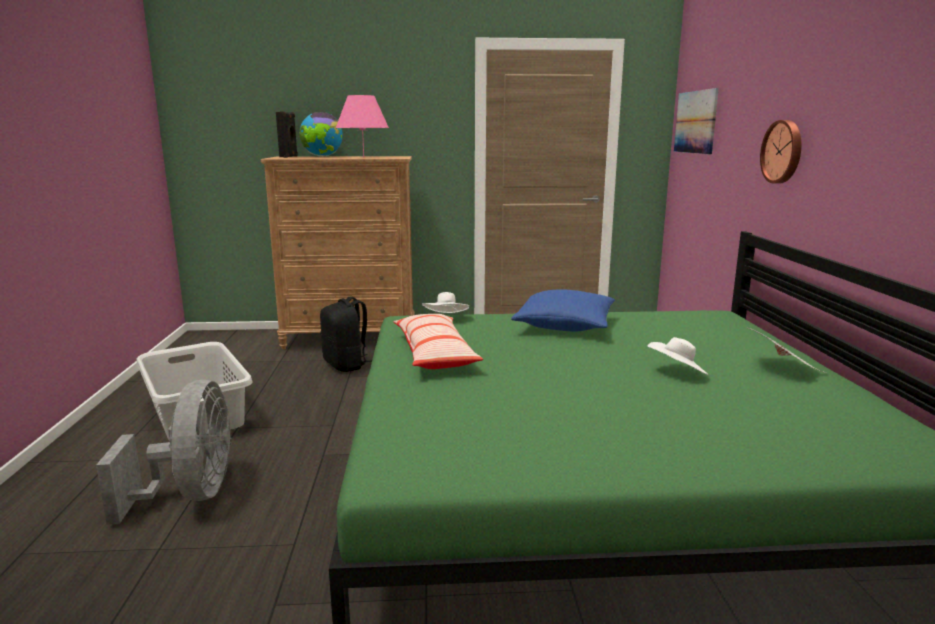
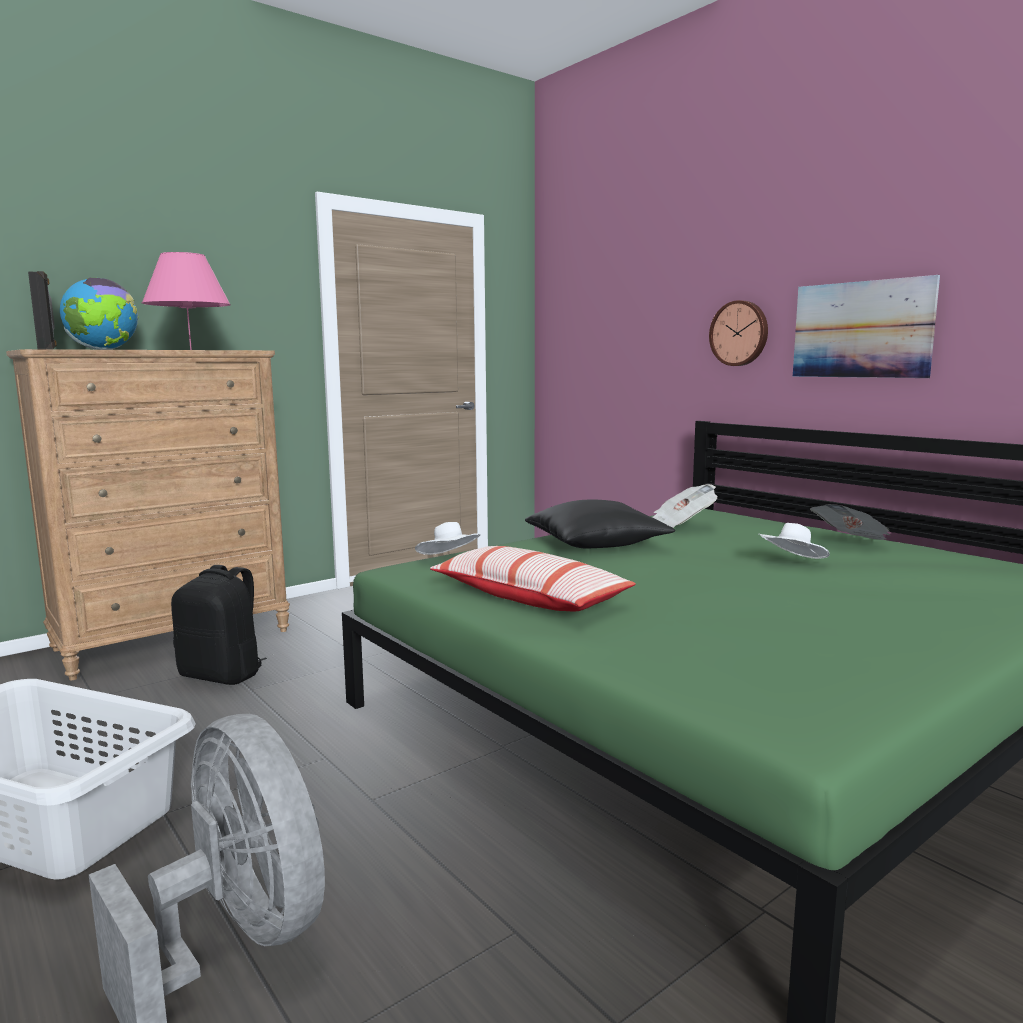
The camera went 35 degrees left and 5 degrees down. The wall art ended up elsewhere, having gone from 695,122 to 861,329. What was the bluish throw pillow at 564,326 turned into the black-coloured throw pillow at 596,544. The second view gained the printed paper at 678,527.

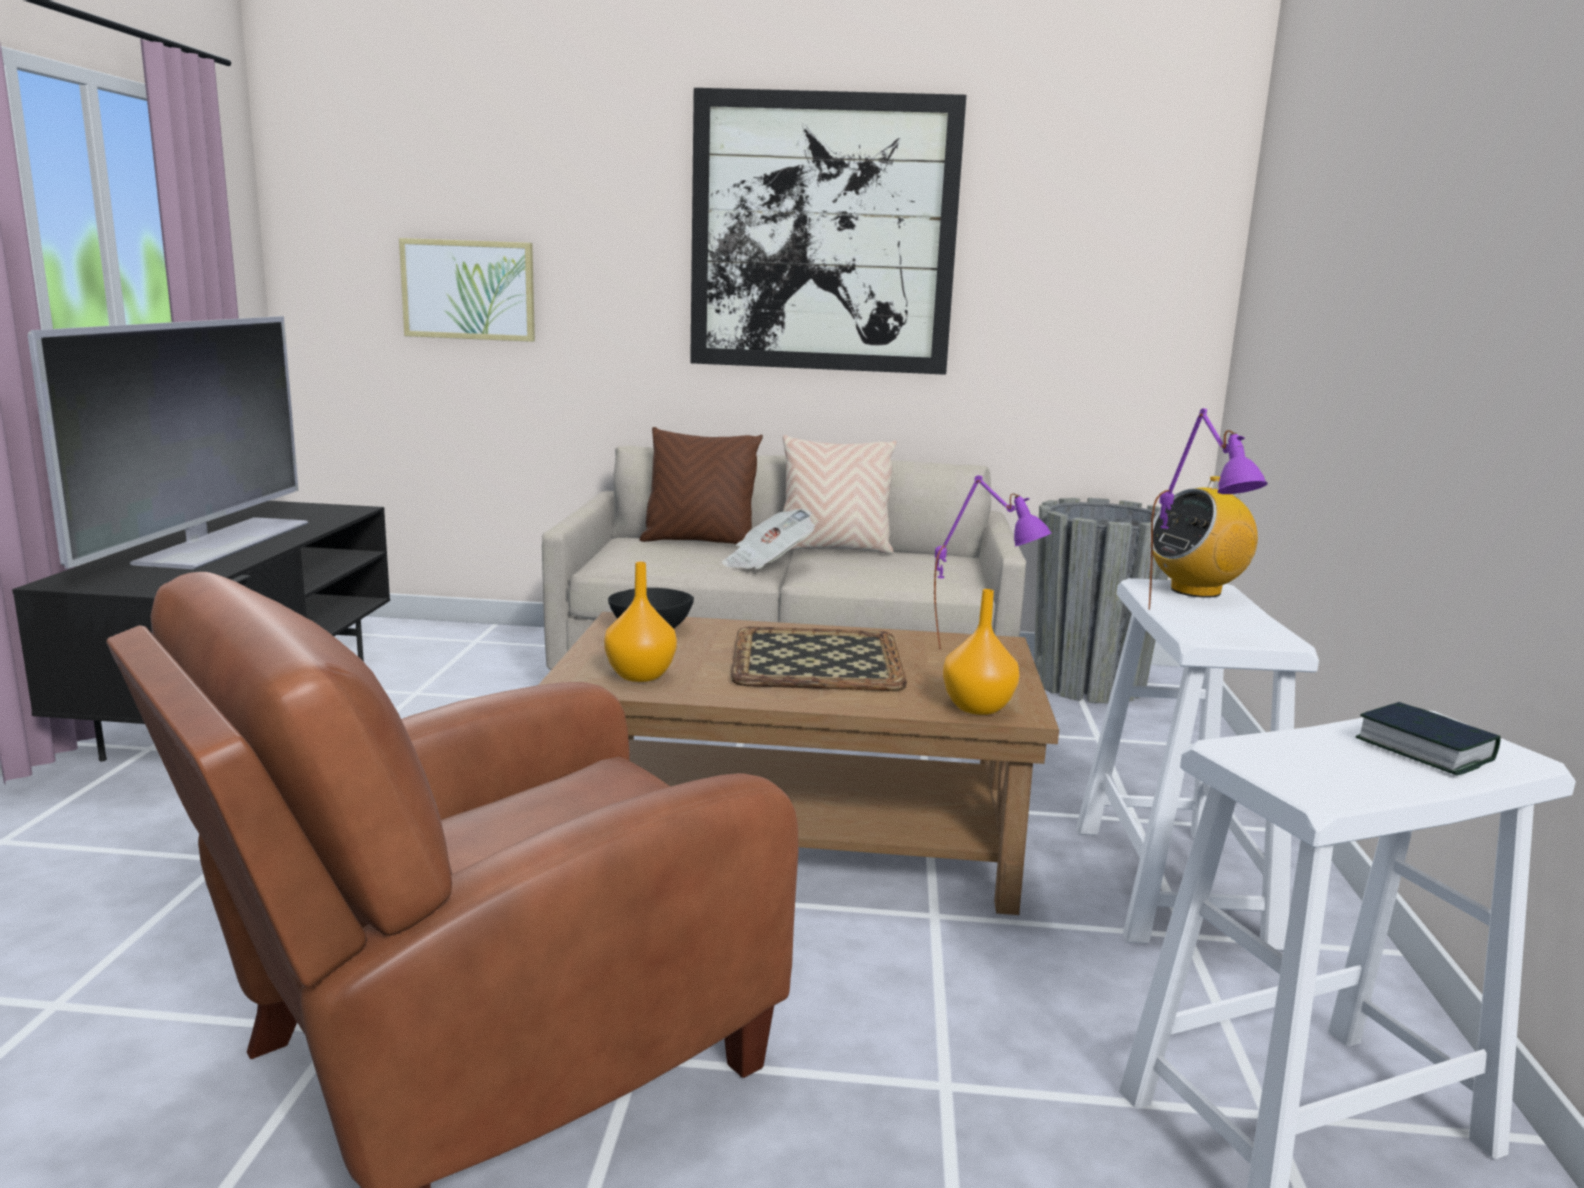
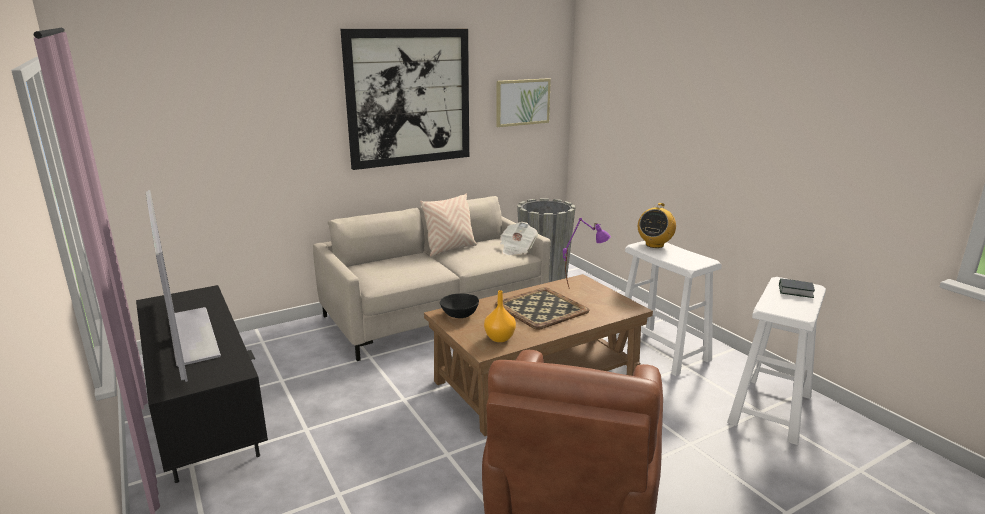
The camera went 35 degrees left and 5 degrees up. The wall art ended up elsewhere, having gone from 468,290 to 522,102. The second view lost the purple table lamp at 1190,622. The second view lost the brown-coloured throw pillow at 699,542. The printed paper ended up elsewhere, having gone from 767,563 to 517,249. The second view lost the orange vase at 976,708.

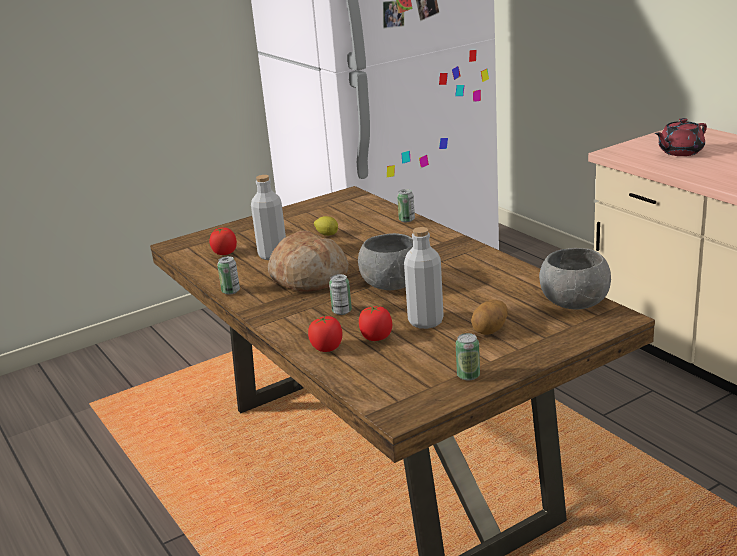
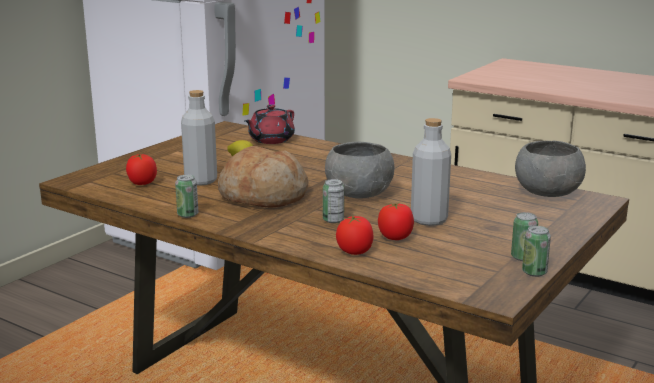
The camera went 25 degrees left and 5 degrees down. The red-coloured teapot ended up elsewhere, having gone from 679,152 to 270,140. The can ended up elsewhere, having gone from 406,220 to 534,272. The second view lost the whole potato at 490,330.

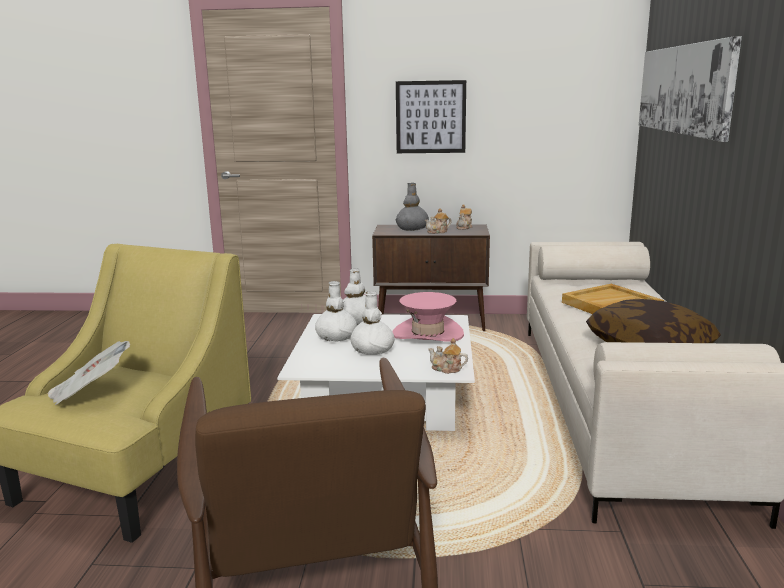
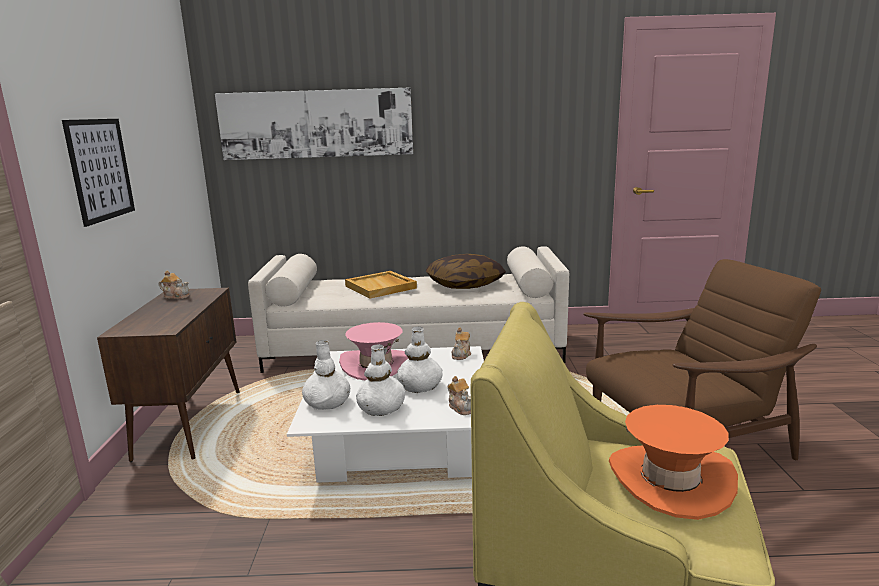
The camera went 95 degrees left and 0 degrees up. The second view lost the greyish vase at 412,228. The teapot ended up elsewhere, having gone from 438,232 to 461,407. Where the printed paper stood at 90,392, the orange wearable hat came to stand at 670,480.

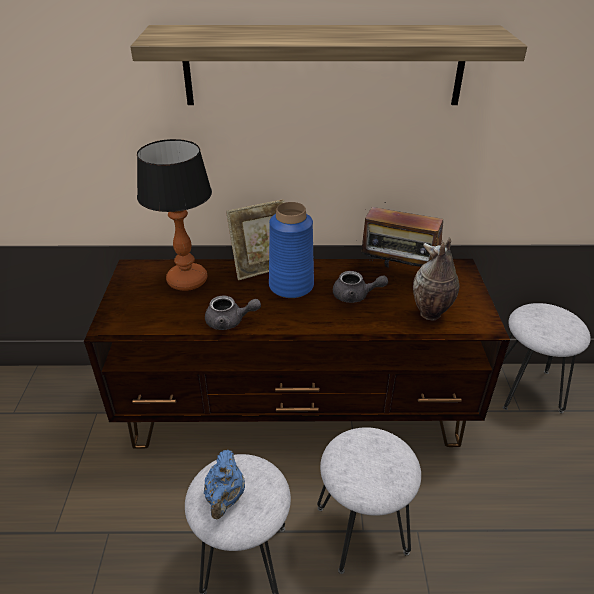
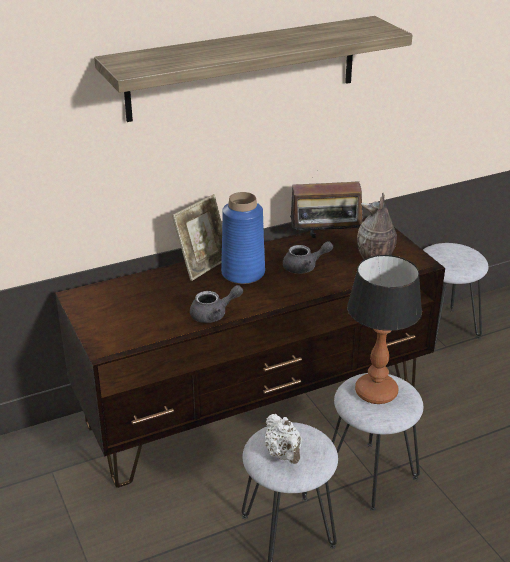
The camera went 25 degrees left and 5 degrees down. The table lamp ended up elsewhere, having gone from 188,280 to 377,392. What was the bluish teapot at 225,497 turned into the white-coloured teapot at 284,455.

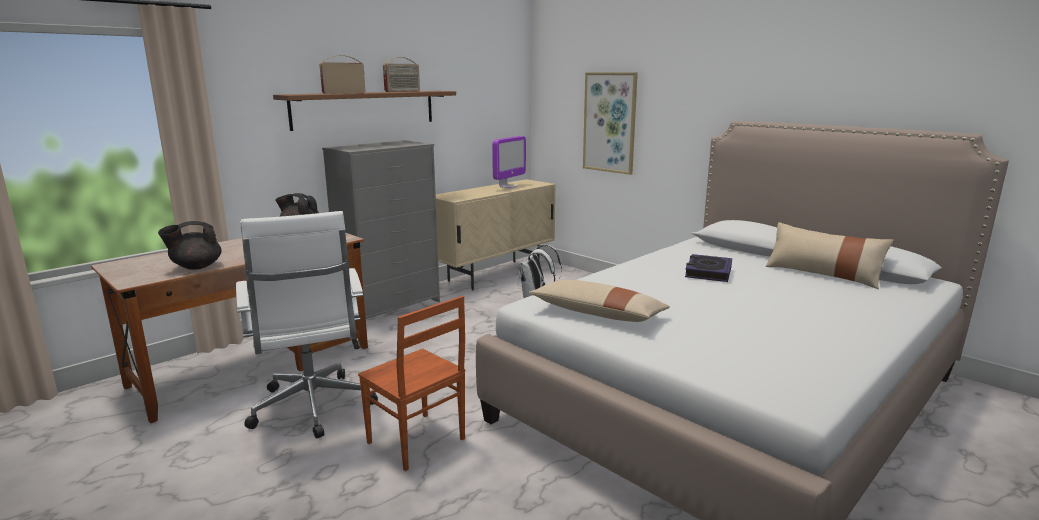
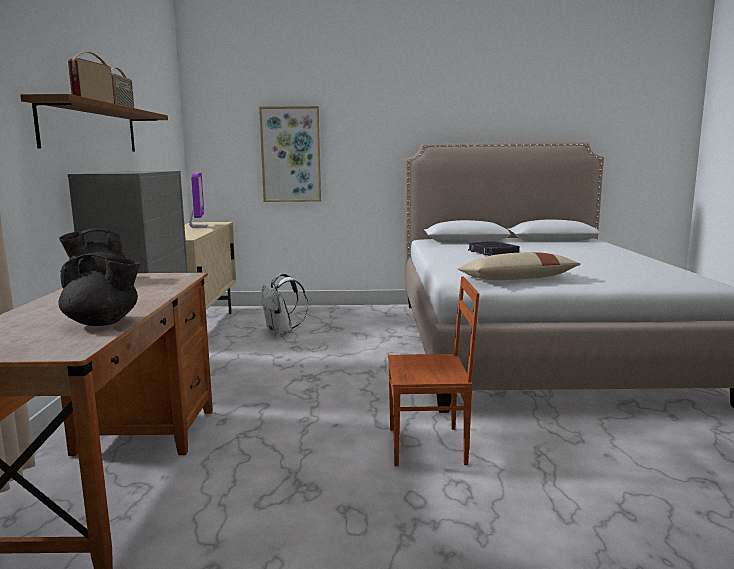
The camera went 45 degrees left and 5 degrees down. The second view lost the white-coloured computer chair at 313,409. The black-coloured teapot at 196,267 ended up facing another way, 90 degrees counterclockwise from before. The second view lost the beige-coloured throw pillow at 822,274.

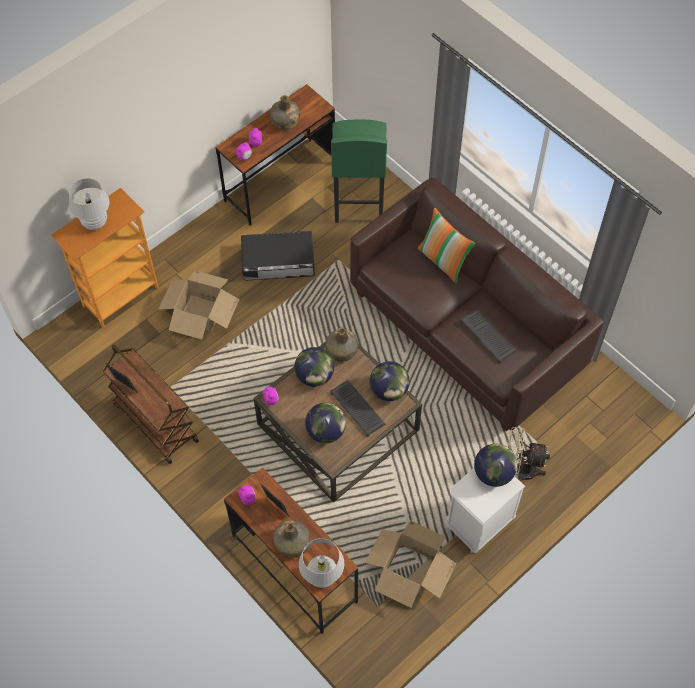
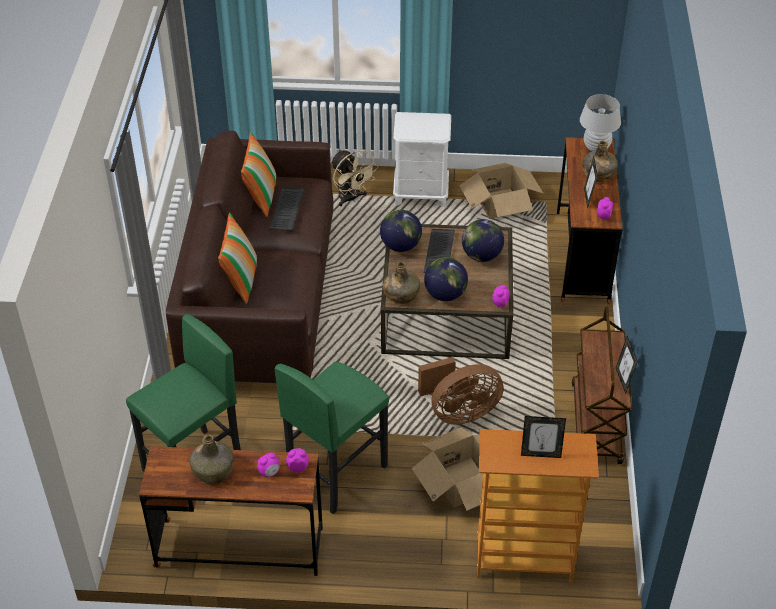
The camera went 135 degrees left and 15 degrees down. Where the white-coloured table lamp stood at 95,223, the picture frame came to stand at 540,454. Where the black-coloured storage box stood at 278,260, the green-coloured sitting stool came to stand at 336,473. The second view lost the world globe at 493,473. The second view gained the throw pillow at 261,196. The second view gained the brown-coloured fan at 459,412.

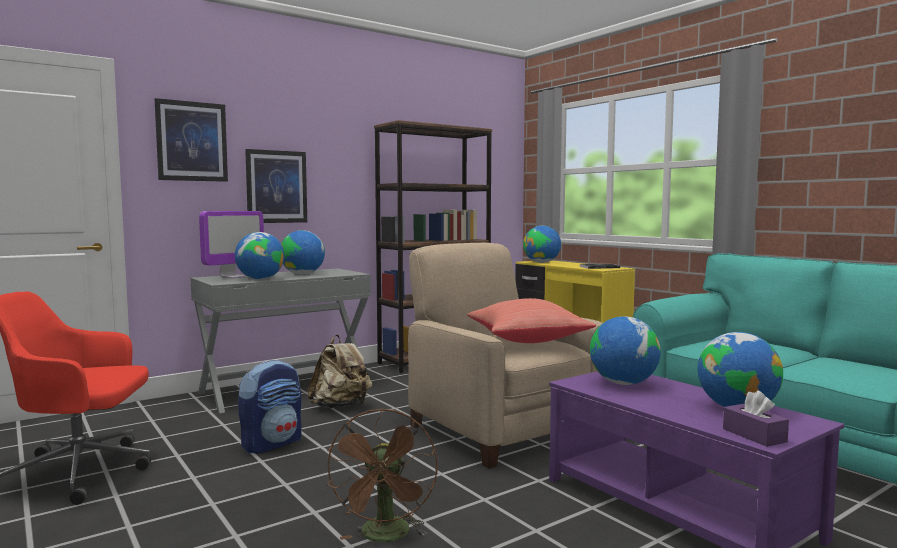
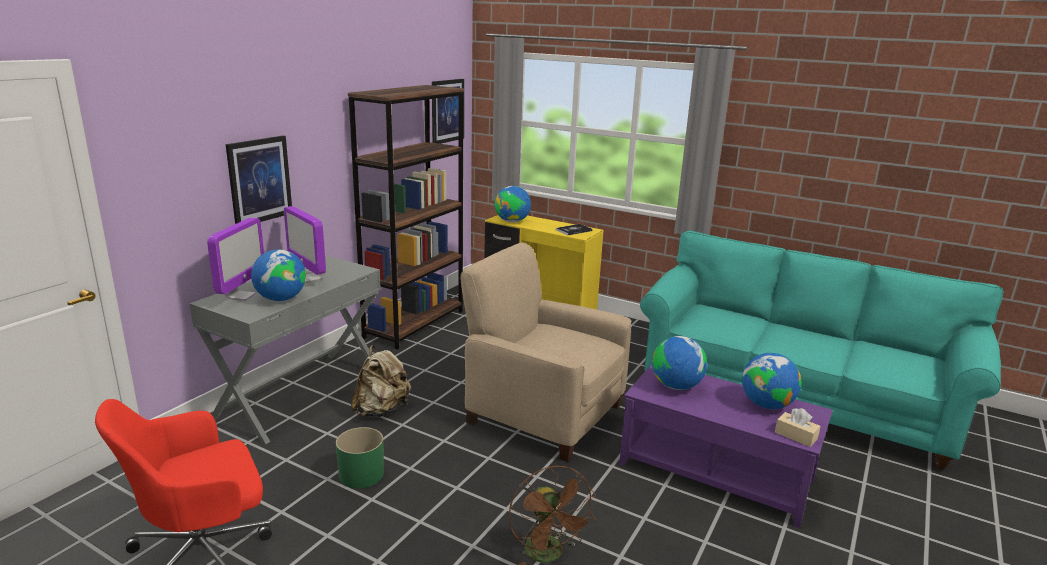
The camera went 25 degrees left and 15 degrees up. The wall art ended up elsewhere, having gone from 192,141 to 447,111. Where the world globe stood at 303,274, the monitor came to stand at 309,278. The second view lost the red-coloured throw pillow at 526,340. Where the rucksack stood at 272,443, the green-coloured flower pot came to stand at 361,474. What was the purple tissue box at 754,435 turned into the beige-coloured tissue box at 795,436.

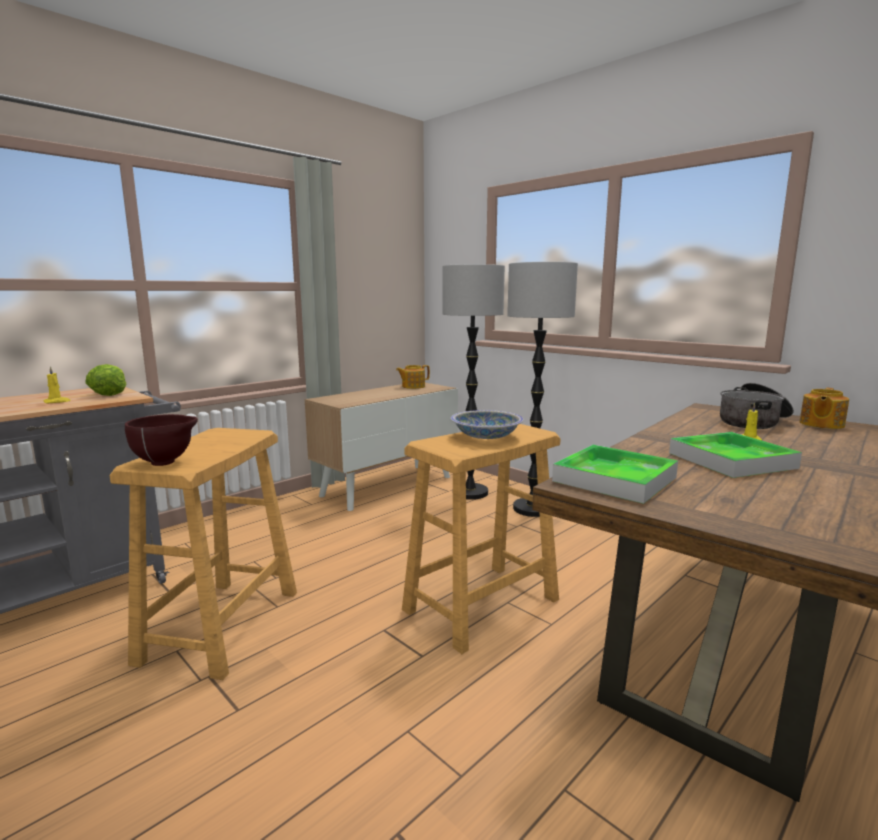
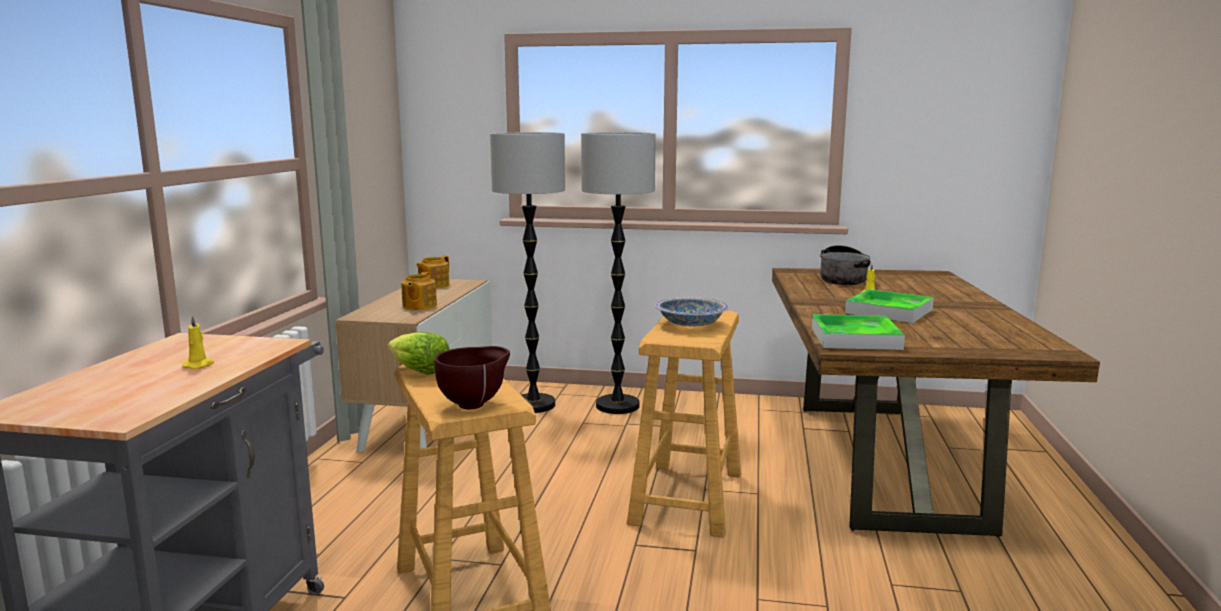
The camera went 35 degrees left and 0 degrees up. The lettuce ended up elsewhere, having gone from 109,393 to 418,371. The teapot ended up elsewhere, having gone from 820,424 to 419,306.

